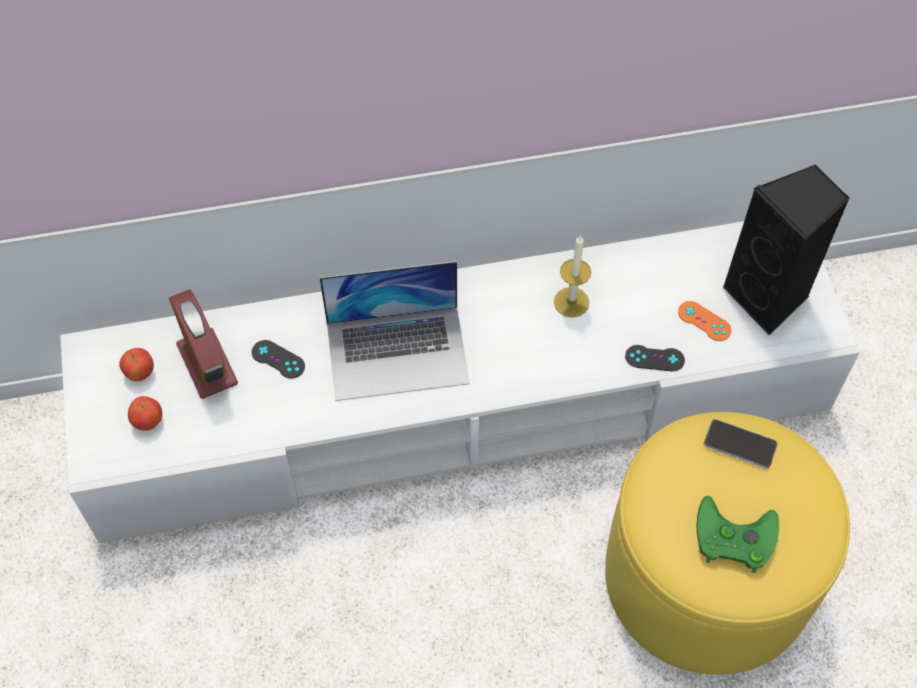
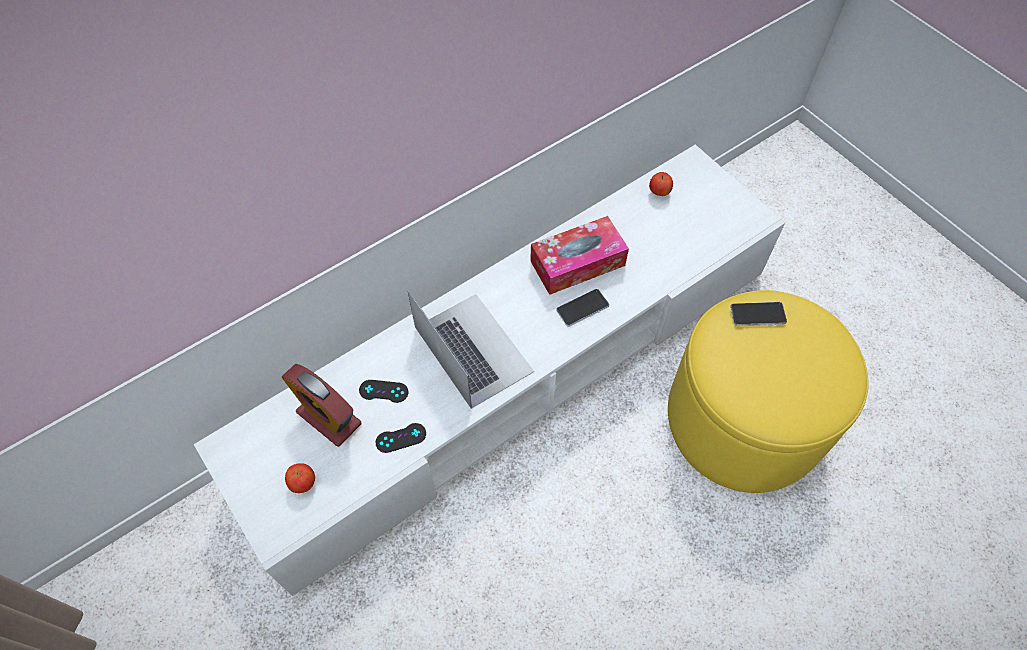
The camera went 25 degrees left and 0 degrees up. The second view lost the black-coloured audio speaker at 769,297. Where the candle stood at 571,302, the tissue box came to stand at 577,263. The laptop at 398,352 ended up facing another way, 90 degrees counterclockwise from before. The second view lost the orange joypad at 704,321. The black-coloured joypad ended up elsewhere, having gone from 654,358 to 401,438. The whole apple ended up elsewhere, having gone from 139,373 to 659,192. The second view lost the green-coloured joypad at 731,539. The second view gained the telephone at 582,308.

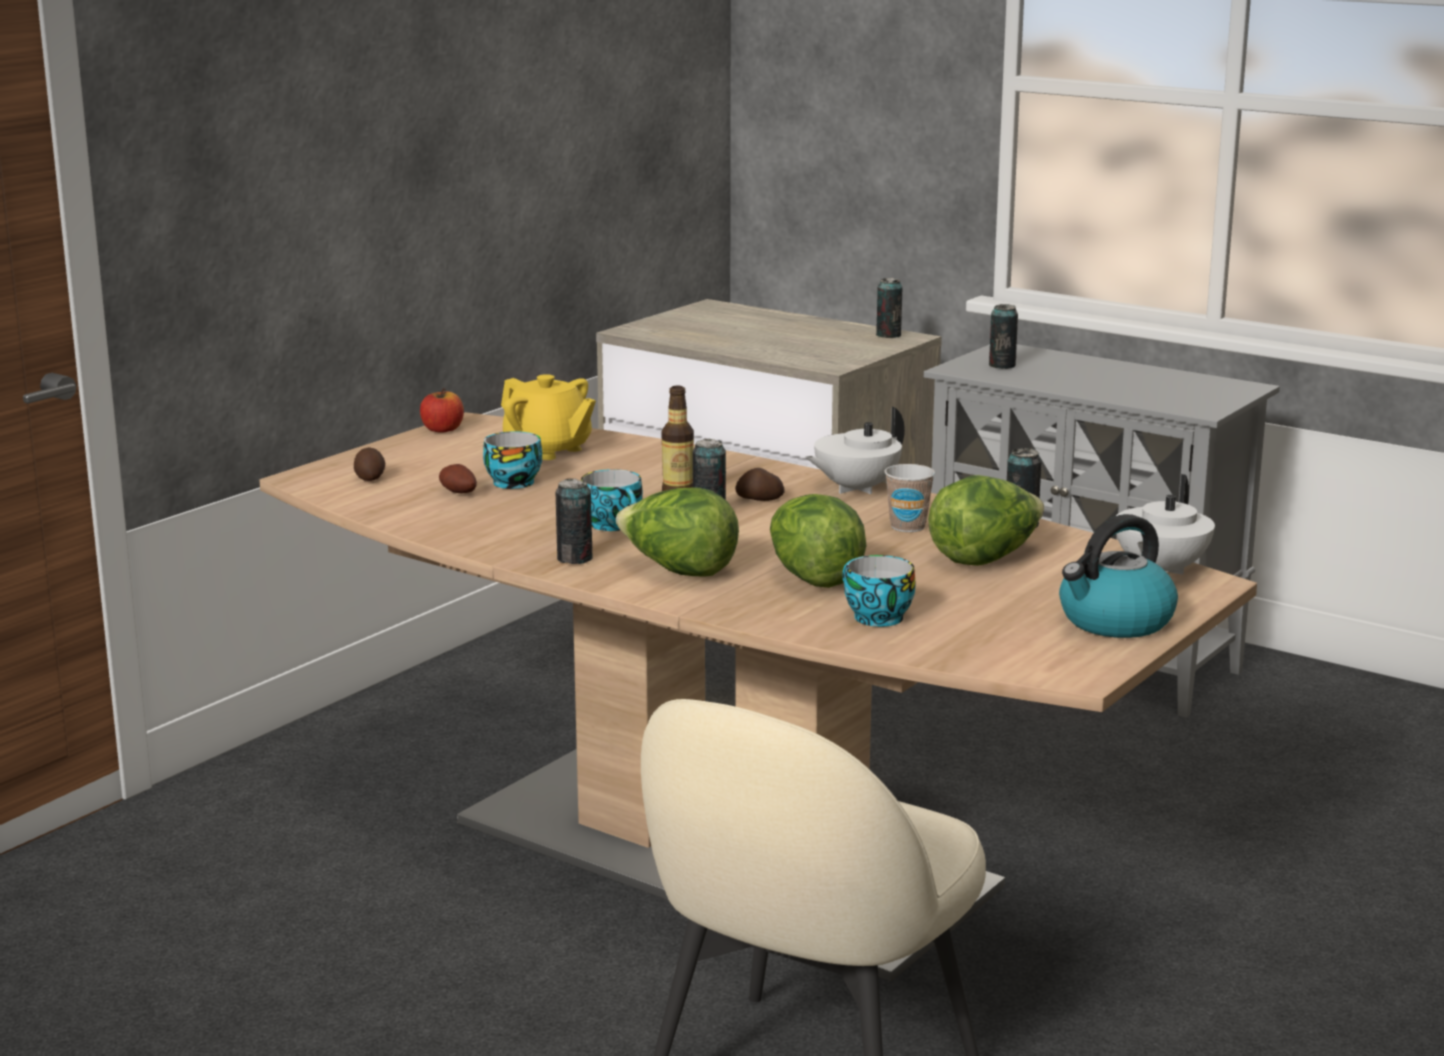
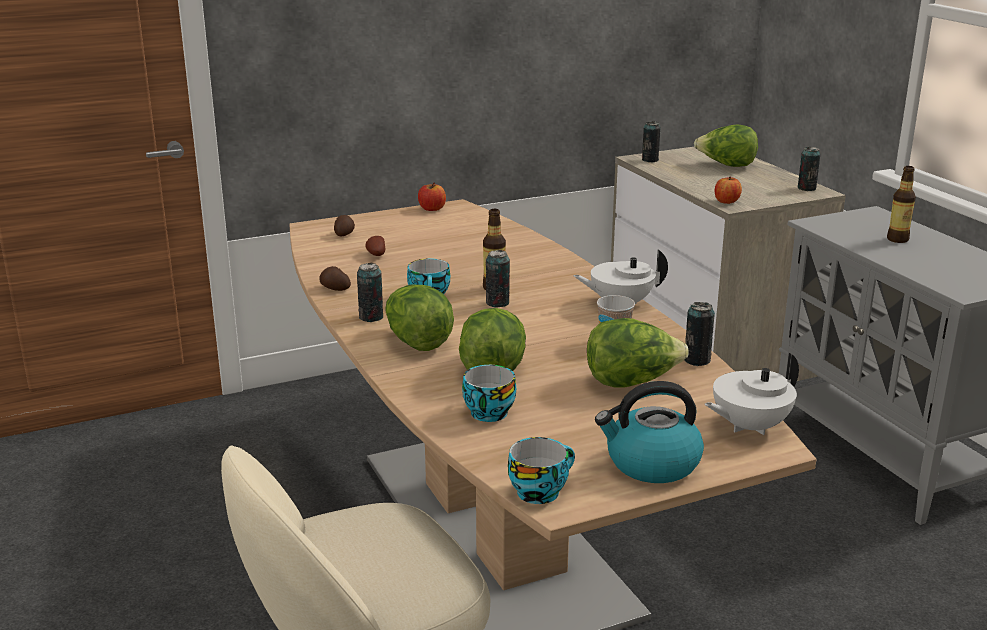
The camera went 30 degrees right and 5 degrees up. The can ended up elsewhere, having gone from 1002,365 to 650,160. The second view lost the yellow-coloured teapot at 548,450. The small cup ended up elsewhere, having gone from 514,482 to 539,491. The whole potato ended up elsewhere, having gone from 760,499 to 334,288. The second view gained the lettuce at 726,166. The second view gained the drink bottle at 897,239. The second view gained the whole apple at 726,201.

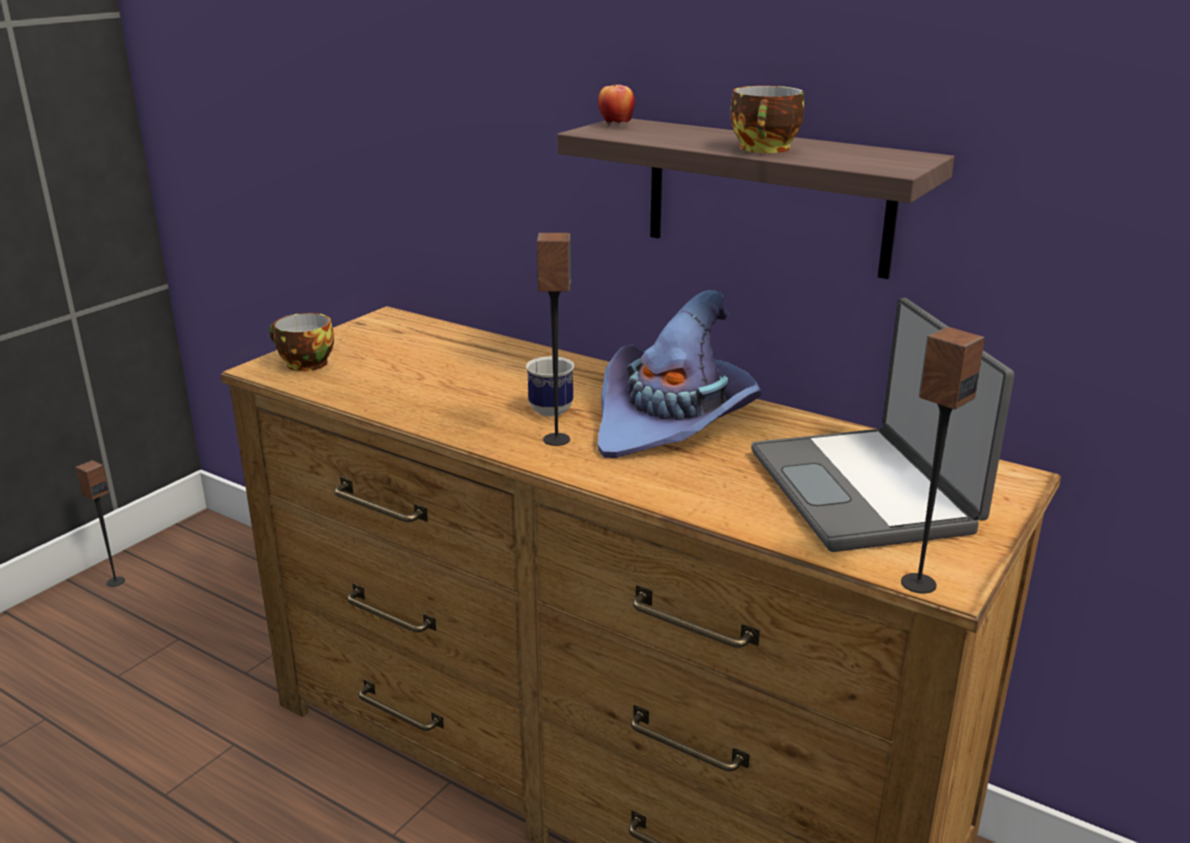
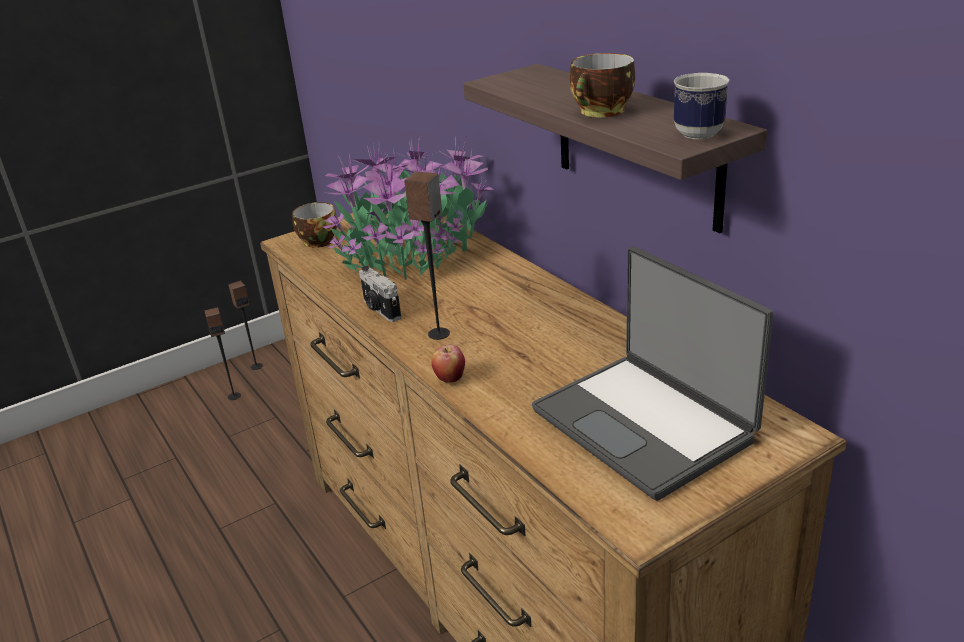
The camera went 25 degrees right and 5 degrees up. The whole apple ended up elsewhere, having gone from 615,125 to 450,378. The second view lost the purple wearable hat at 674,422. The laptop at 865,491 ended up facing another way, 45 degrees counterclockwise from before. The audio speaker ended up elsewhere, having gone from 917,583 to 234,396. The mug ended up elsewhere, having gone from 551,407 to 700,131. The second view gained the potted plant at 412,253. The second view gained the still camera at 380,309.

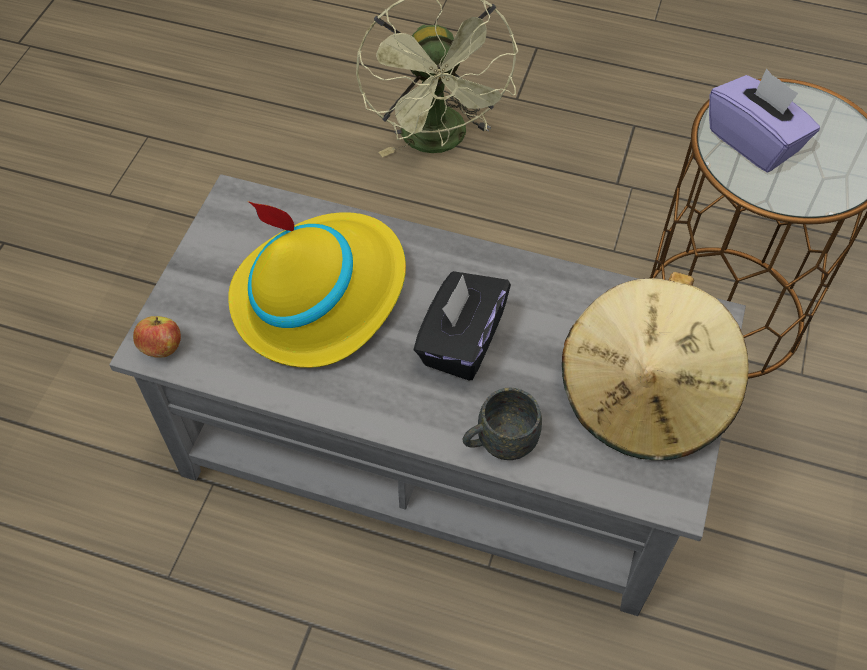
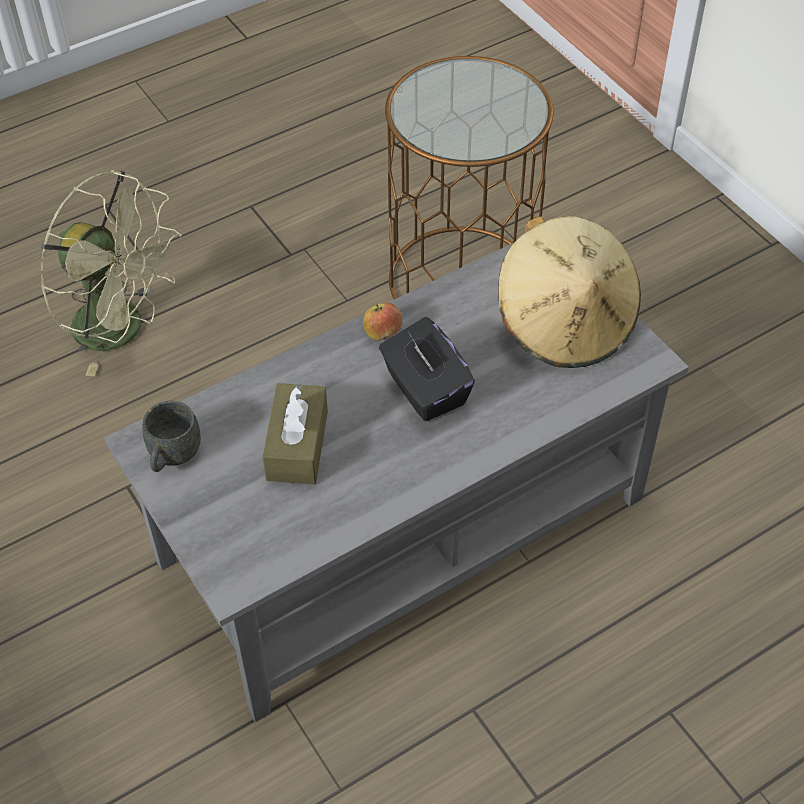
The camera went 50 degrees left and 5 degrees down. The second view lost the purple tissue box at 754,141. Where the yellow-coloured wearable hat stood at 320,295, the brown-coloured tissue box came to stand at 297,445. The whole apple ended up elsewhere, having gone from 161,348 to 382,333. The greyish mug ended up elsewhere, having gone from 499,442 to 172,457.

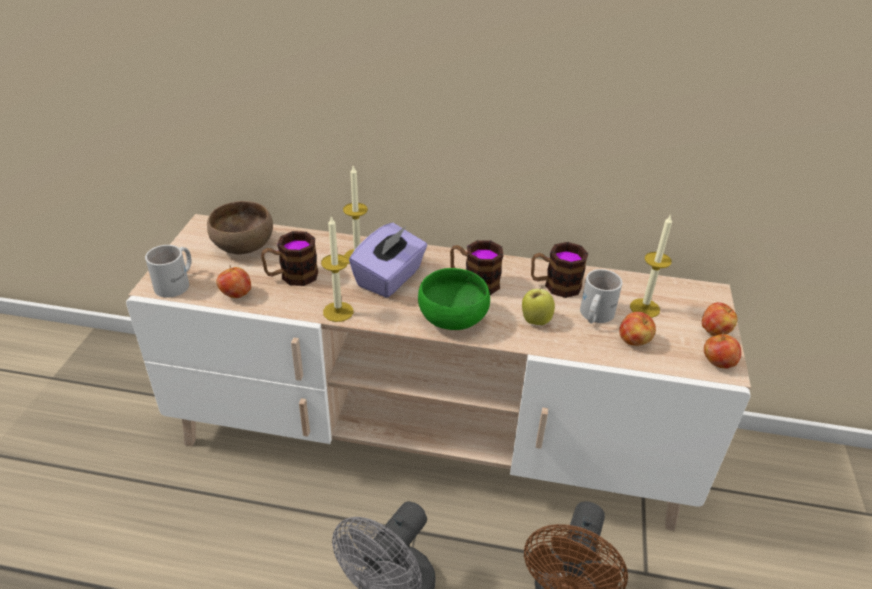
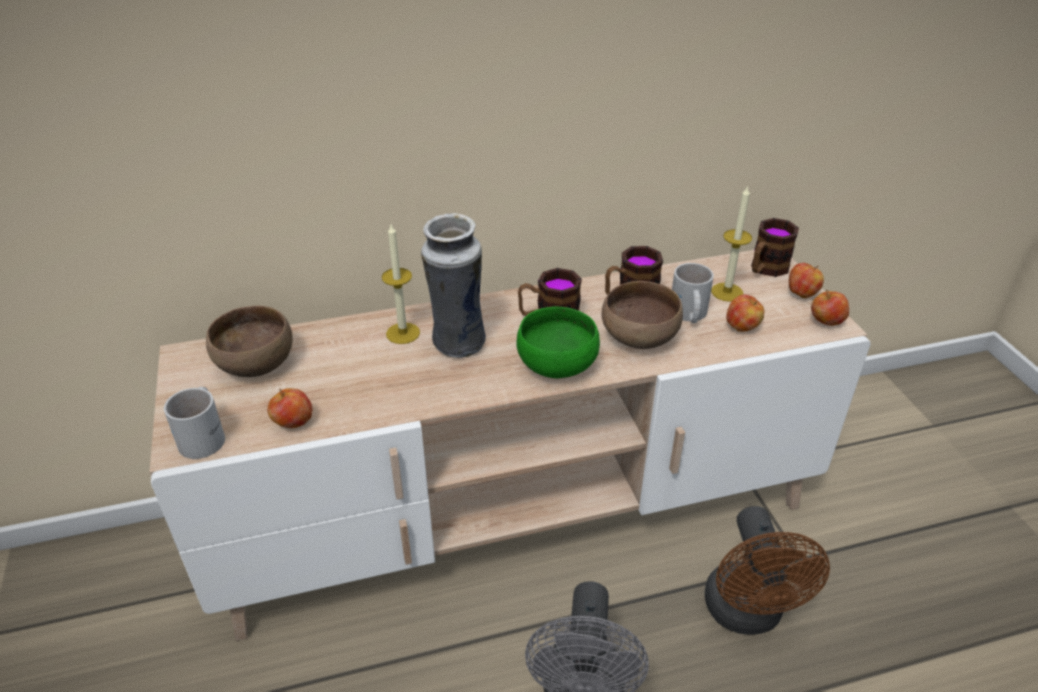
The camera went 25 degrees left and 0 degrees up. The second view lost the candle at 338,311. Where the purple tissue box stood at 390,278, the vase came to stand at 457,345. The mug ended up elsewhere, having gone from 291,276 to 765,269. Where the whole apple stood at 535,320, the brown-coloured serving bowl came to stand at 638,338.

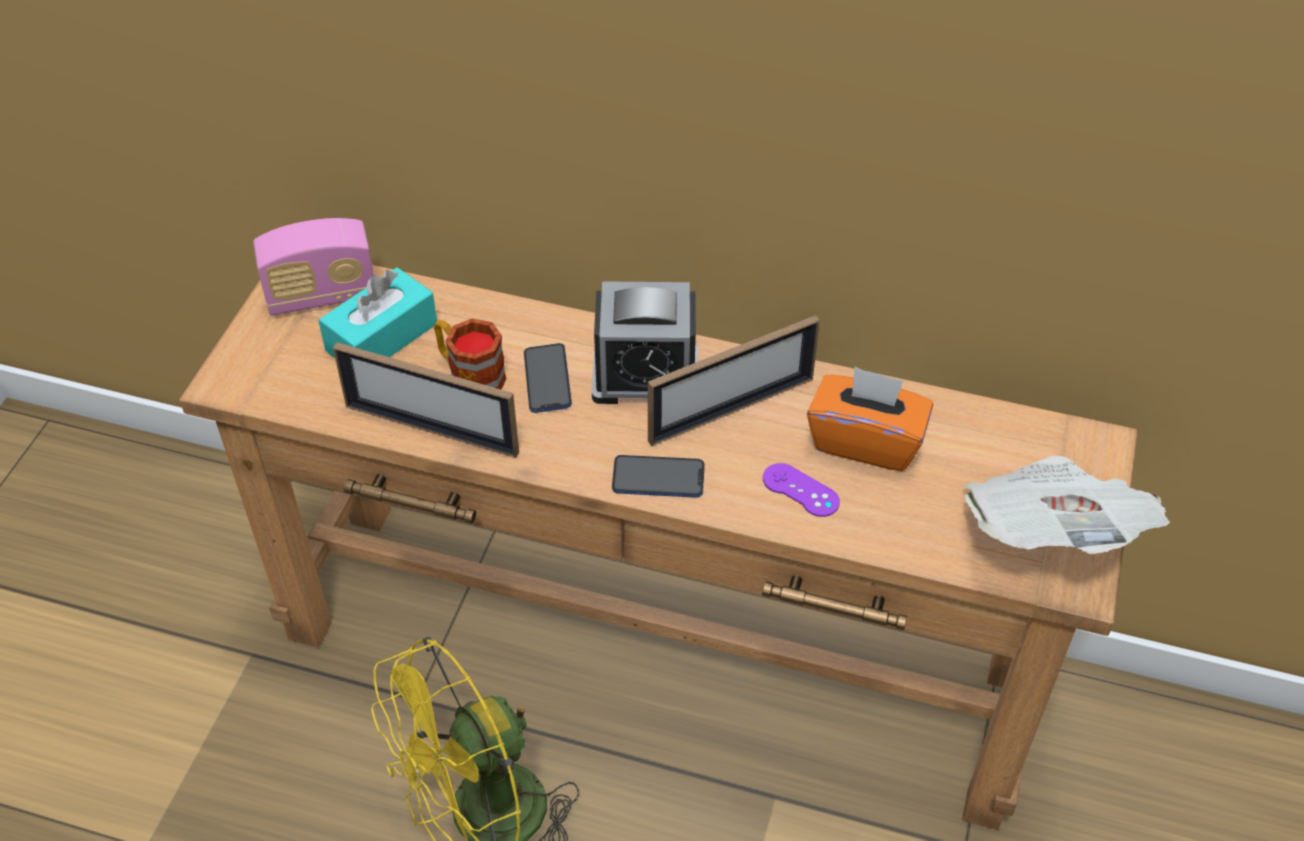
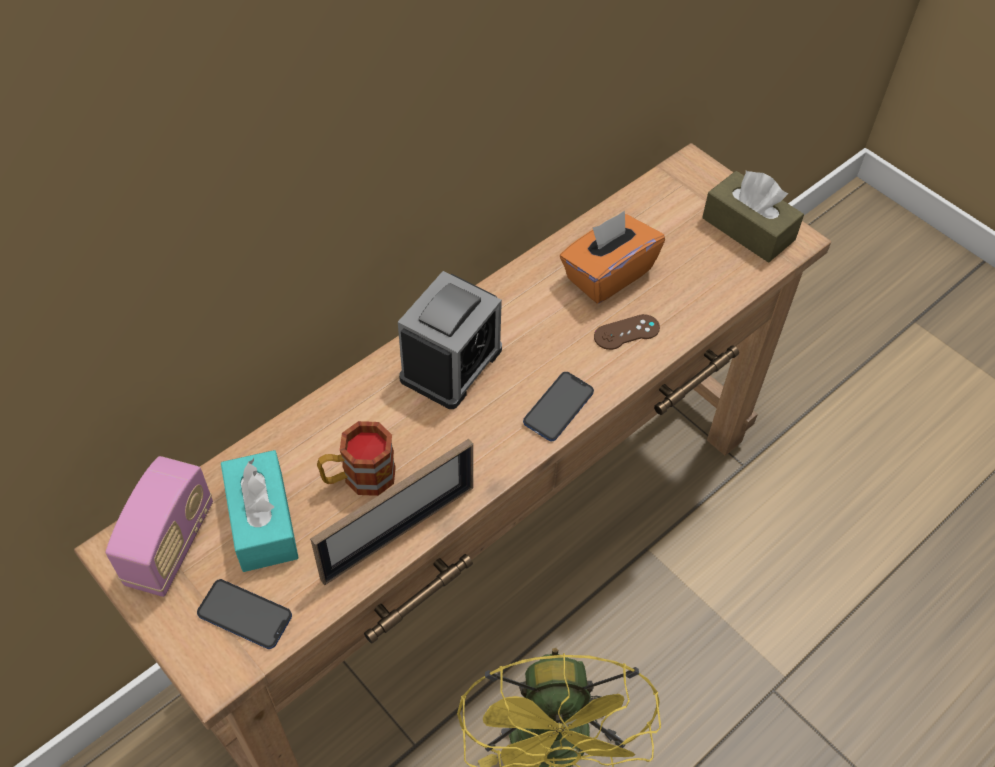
The camera went 60 degrees left and 5 degrees up. The second view lost the picture frame at 731,410. The telephone ended up elsewhere, having gone from 547,380 to 245,615. Where the printed paper stood at 1051,534, the brown-coloured tissue box came to stand at 748,229. What was the purple joypad at 800,490 turned into the brown-coloured joypad at 626,332.

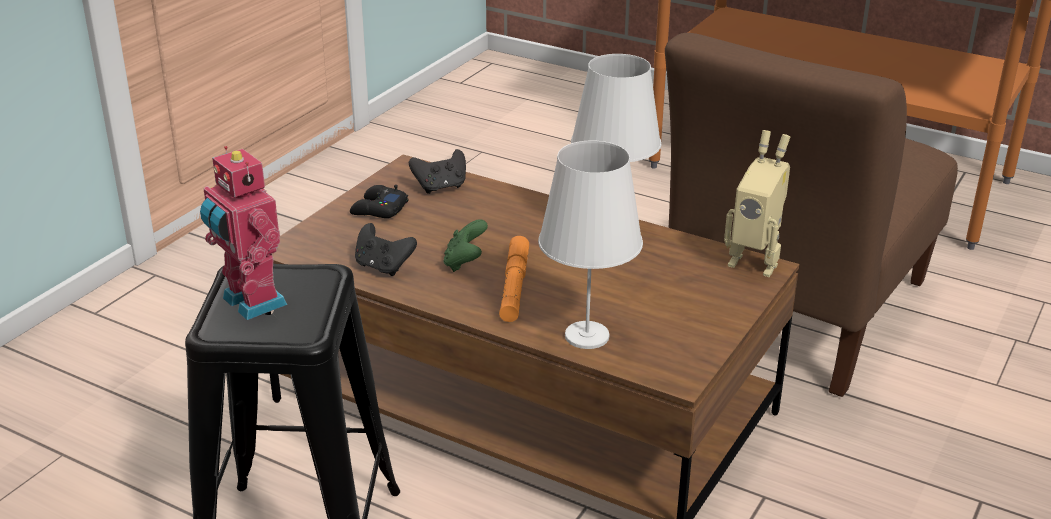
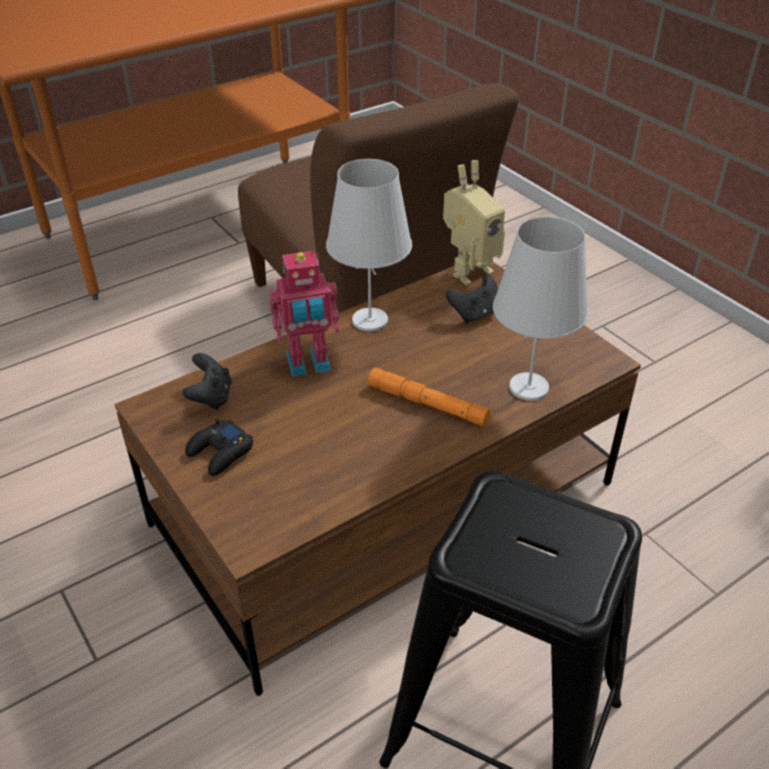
The camera went 65 degrees left and 10 degrees up. The robot figure ended up elsewhere, having gone from 250,303 to 309,365. The second view lost the green-coloured joypad at 465,262. The black-coloured joypad ended up elsewhere, having gone from 383,267 to 474,314.

